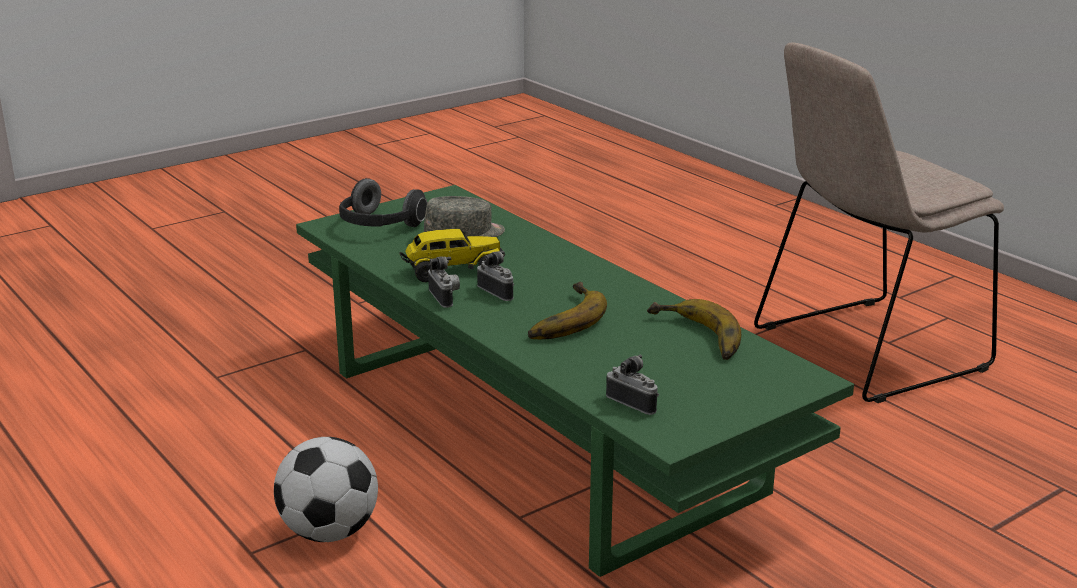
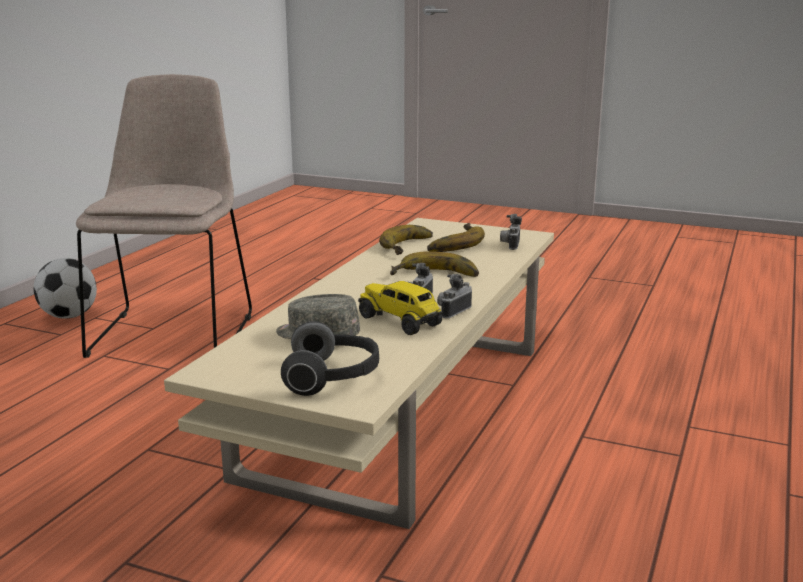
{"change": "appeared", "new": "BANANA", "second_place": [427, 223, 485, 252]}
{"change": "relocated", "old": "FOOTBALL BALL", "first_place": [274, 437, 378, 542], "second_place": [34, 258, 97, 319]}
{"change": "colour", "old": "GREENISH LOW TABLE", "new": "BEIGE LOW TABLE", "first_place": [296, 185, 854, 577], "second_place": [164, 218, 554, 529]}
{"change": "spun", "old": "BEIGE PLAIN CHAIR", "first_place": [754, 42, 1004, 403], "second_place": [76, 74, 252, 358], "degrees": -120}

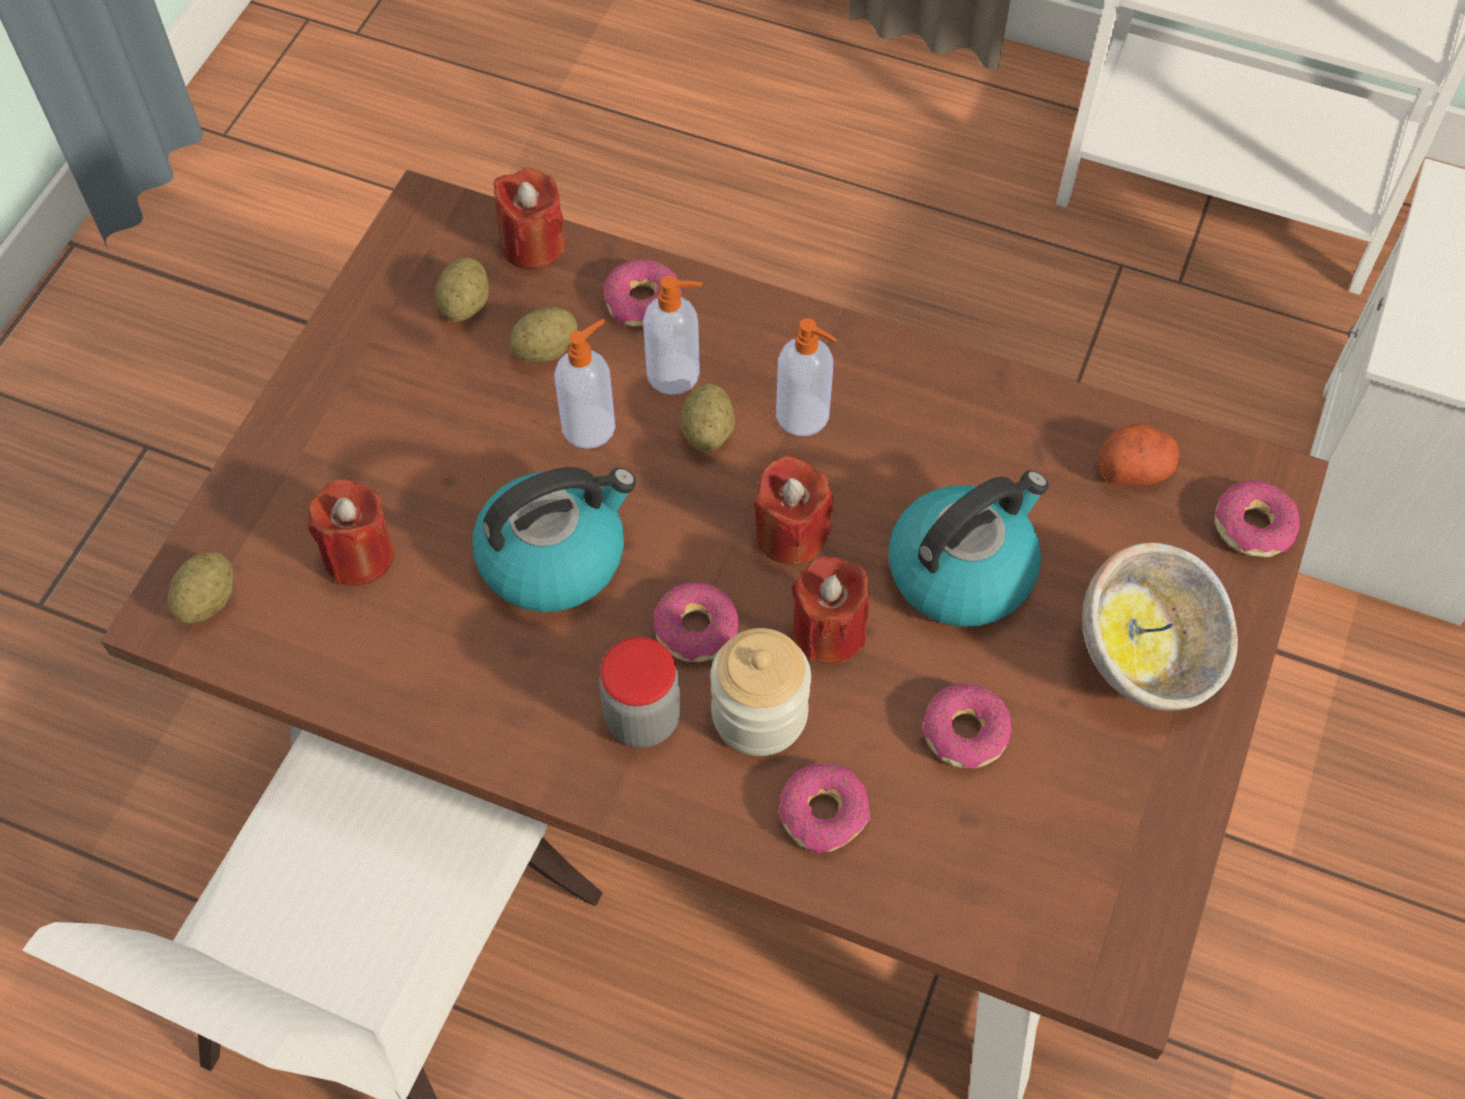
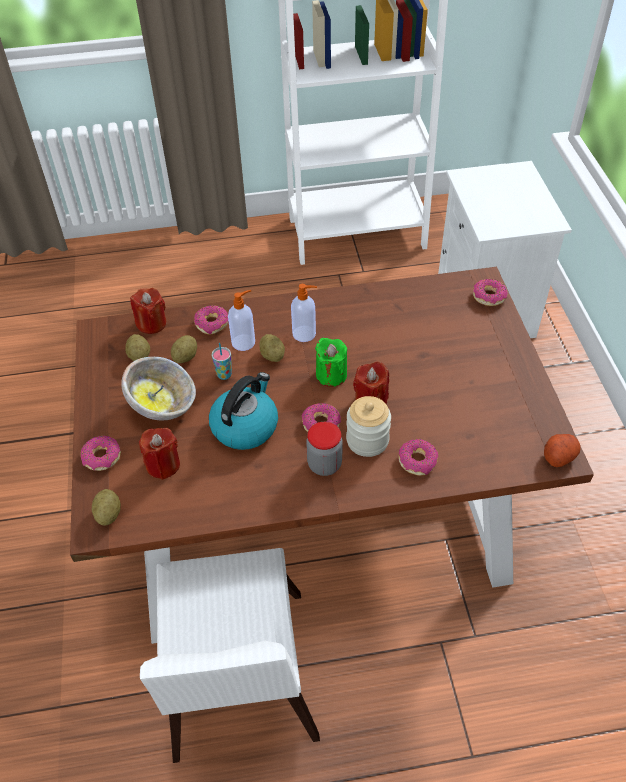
{"change": "missing", "old": "WATER KETTLE", "first_place": [888, 470, 1049, 627]}
{"change": "relocated", "old": "RING DOUGHNUT", "first_place": [922, 683, 1011, 769], "second_place": [81, 436, 121, 471]}
{"change": "relocated", "old": "SERVING BOWL", "first_place": [1082, 543, 1238, 711], "second_place": [121, 357, 196, 420]}
{"change": "relocated", "old": "WHOLE POTATO", "first_place": [1099, 423, 1180, 485], "second_place": [544, 434, 580, 467]}
{"change": "exchanged", "old": "LIQUID SOAP BOTTLE", "new": "DRINKING CUP", "first_place": [554, 319, 615, 449], "second_place": [212, 343, 232, 380]}
{"change": "colour", "old": "RED-COLOURED CANDLE", "new": "GREENISH CANDLE", "first_place": [754, 454, 833, 565], "second_place": [315, 338, 347, 387]}

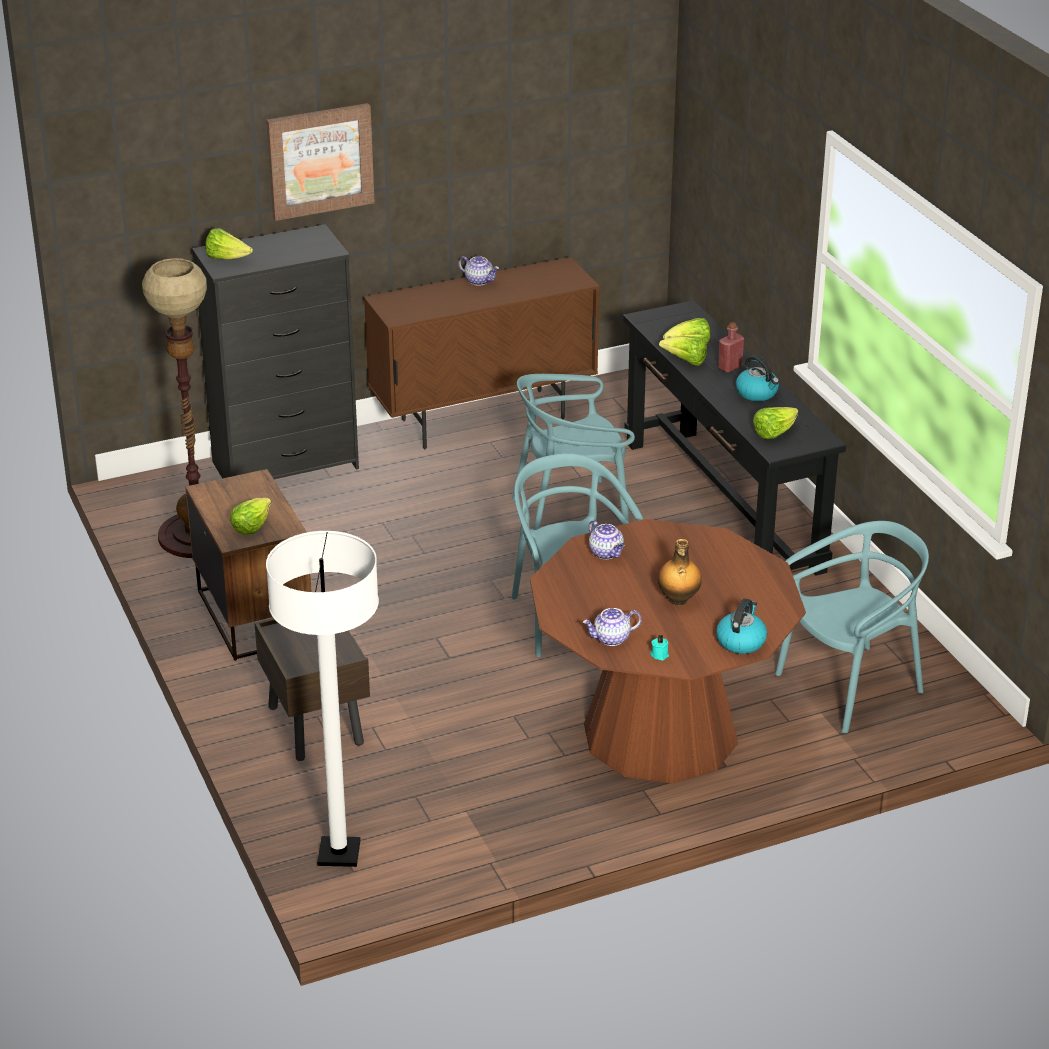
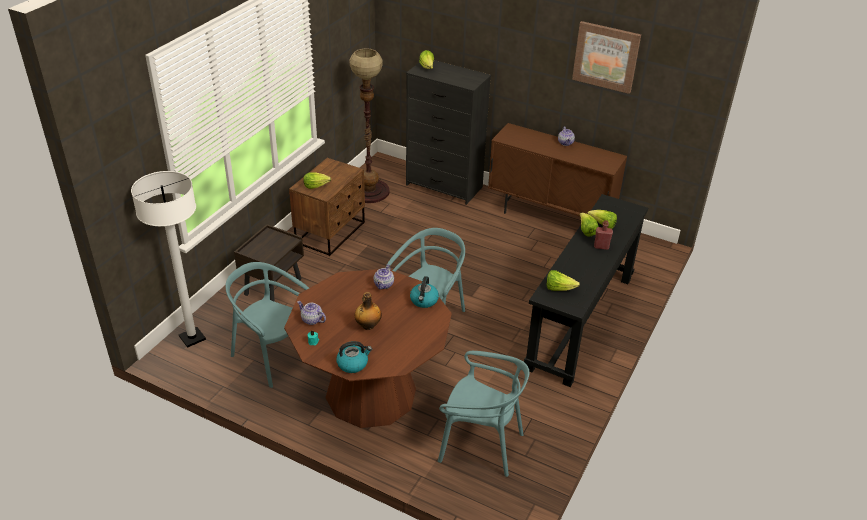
{"change": "relocated", "old": "WALL ART", "first_place": [266, 103, 375, 221], "second_place": [572, 21, 641, 94]}
{"change": "relocated", "old": "TURQUOISE PLAIN CHAIR", "first_place": [512, 374, 635, 530], "second_place": [226, 262, 309, 388]}
{"change": "relocated", "old": "WATER KETTLE", "first_place": [736, 355, 779, 401], "second_place": [410, 276, 439, 308]}

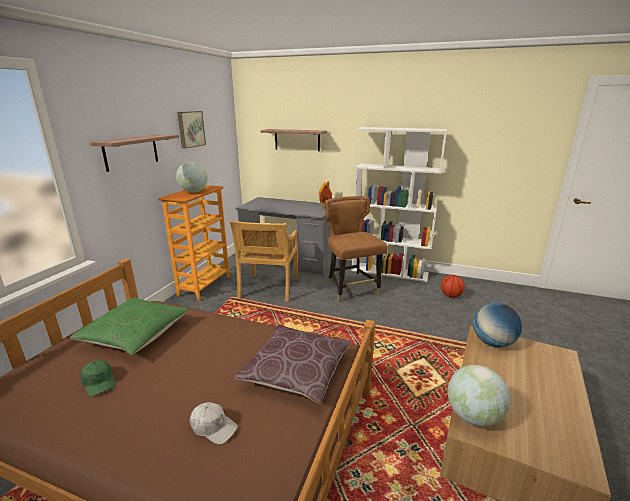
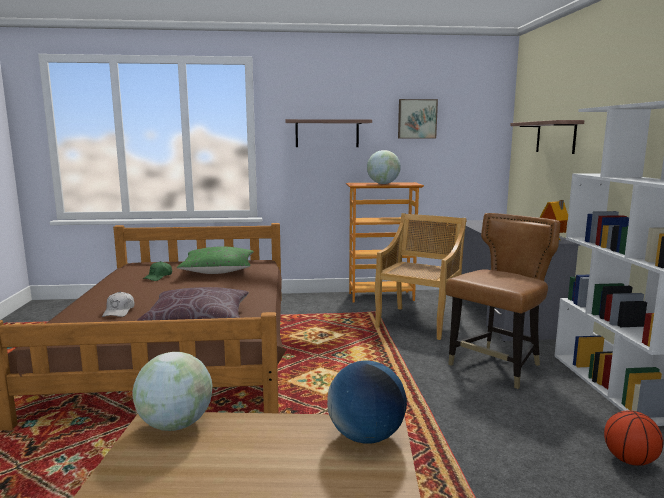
{"change": "spun", "old": "BEIGE PLAIN CHAIR", "first_place": [230, 221, 298, 302], "second_place": [375, 213, 467, 340], "degrees": 135}

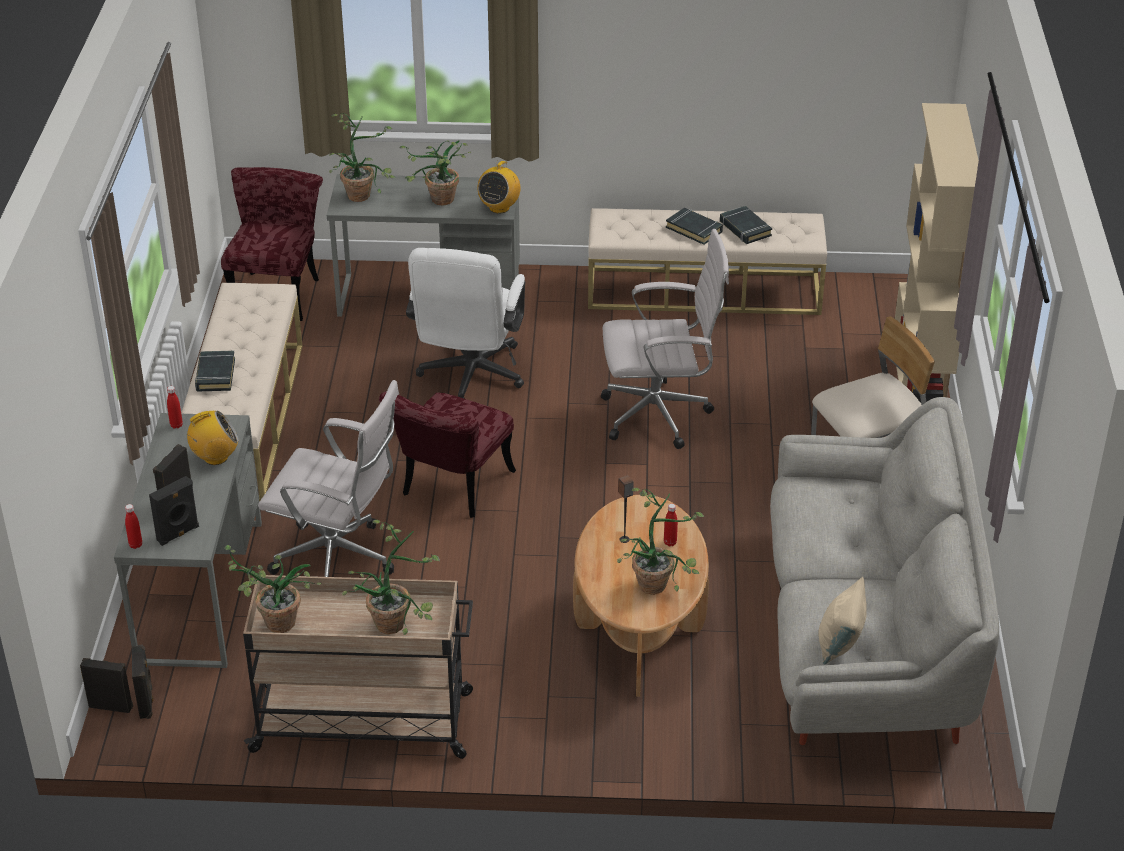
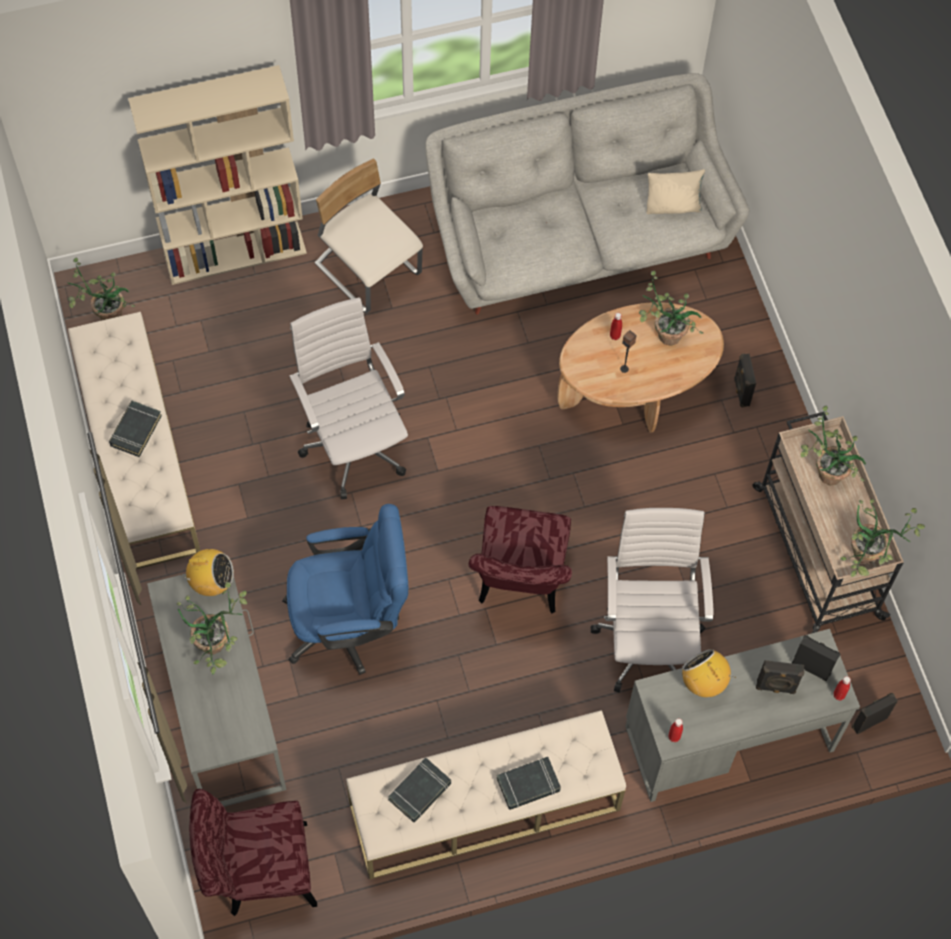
{"change": "relocated", "old": "BLACK AUDIO SPEAKER", "first_place": [80, 658, 133, 713], "second_place": [734, 354, 756, 408]}
{"change": "relocated", "old": "POTTED PLANT", "first_place": [329, 113, 395, 202], "second_place": [67, 257, 135, 320]}
{"change": "relocated", "old": "BLACK BOUND BOOK", "first_place": [720, 206, 772, 244], "second_place": [388, 758, 451, 822]}
{"change": "colour", "old": "WHITISH DESK CHAIR", "new": "BLUE-COLOURED DESK CHAIR", "first_place": [406, 248, 525, 399], "second_place": [282, 504, 408, 675]}
{"change": "spun", "old": "RED-COLOURED PLAIN CHAIR", "first_place": [379, 391, 516, 518], "second_place": [469, 506, 572, 613], "degrees": 90}

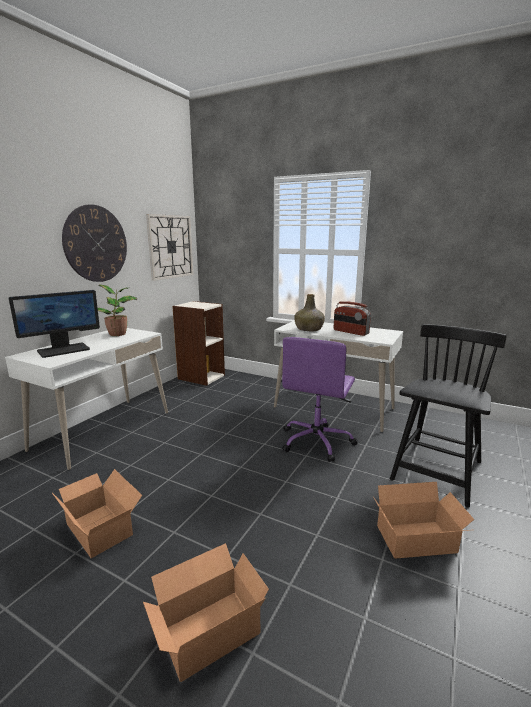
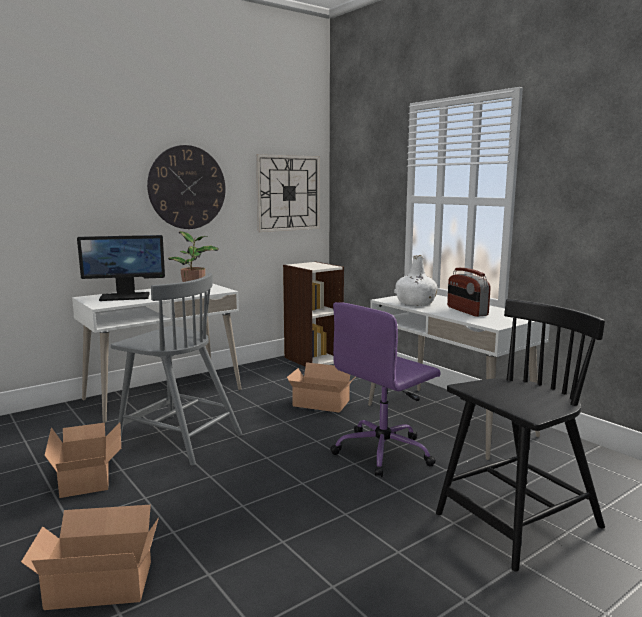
{"change": "appeared", "new": "GREYISH PLAIN CHAIR", "second_place": [111, 273, 242, 466]}
{"change": "relocated", "old": "PACKING BOX", "first_place": [373, 482, 474, 559], "second_place": [287, 362, 356, 413]}
{"change": "colour", "old": "GREENISH DRINK BOTTLE", "new": "WHITISH DRINK BOTTLE", "first_place": [294, 294, 325, 331], "second_place": [395, 255, 437, 306]}

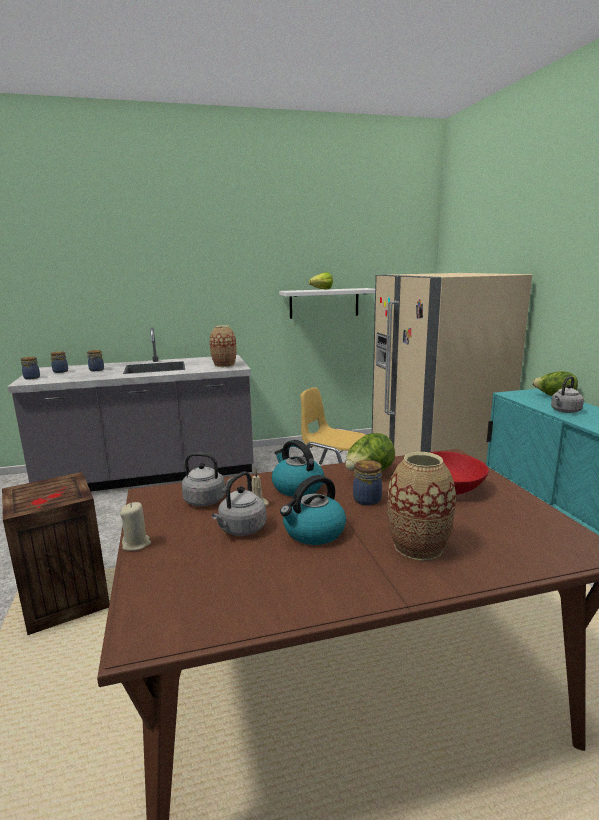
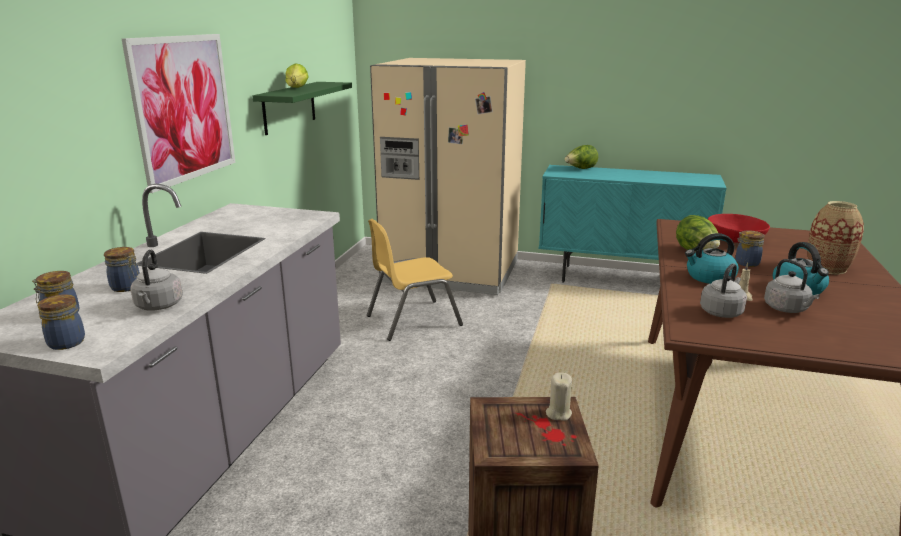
{"change": "missing", "old": "FLOWER VASE", "first_place": [210, 325, 236, 367]}
{"change": "appeared", "new": "WALL ART", "second_place": [122, 34, 236, 193]}
{"change": "relocated", "old": "BEIGE CANDLE", "first_place": [120, 502, 151, 551], "second_place": [546, 373, 572, 421]}
{"change": "relocated", "old": "GREYISH WATER KETTLE", "first_place": [551, 376, 584, 413], "second_place": [130, 250, 183, 311]}
{"change": "colour", "old": "WHITISH BRACKET SHELF", "new": "GREENISH BRACKET SHELF", "first_place": [279, 288, 375, 319], "second_place": [253, 82, 352, 135]}

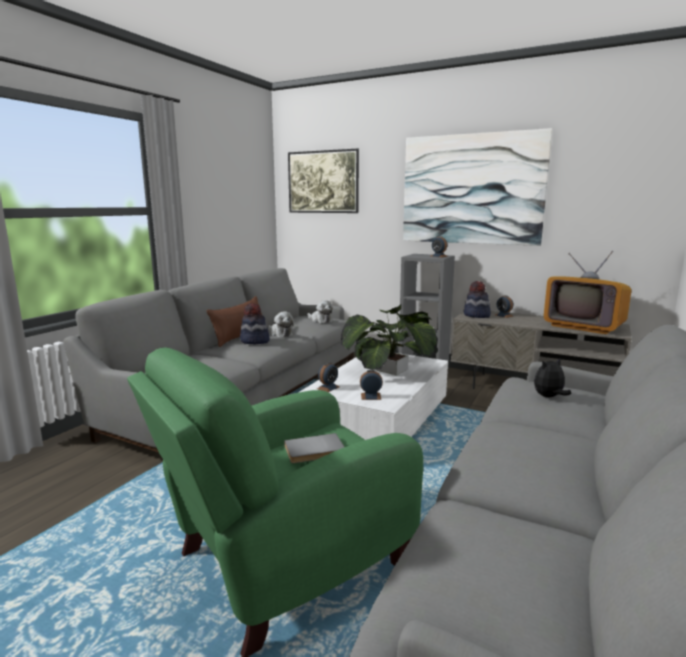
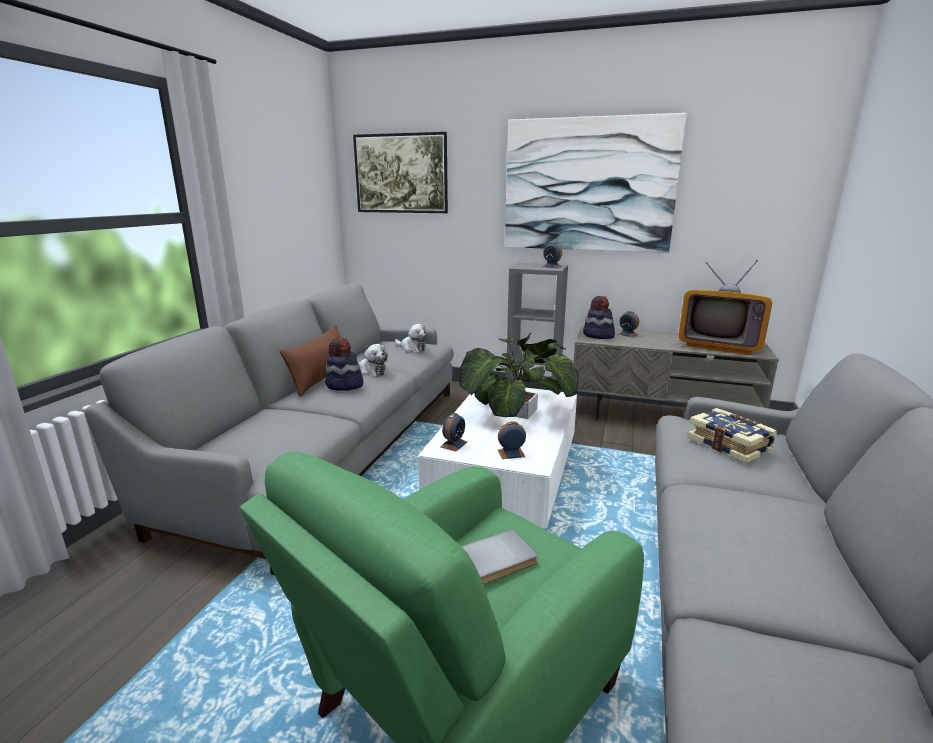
{"change": "exchanged", "old": "SOFT TOY", "new": "BOUND BOOK", "first_place": [534, 358, 571, 397], "second_place": [687, 408, 777, 463]}

